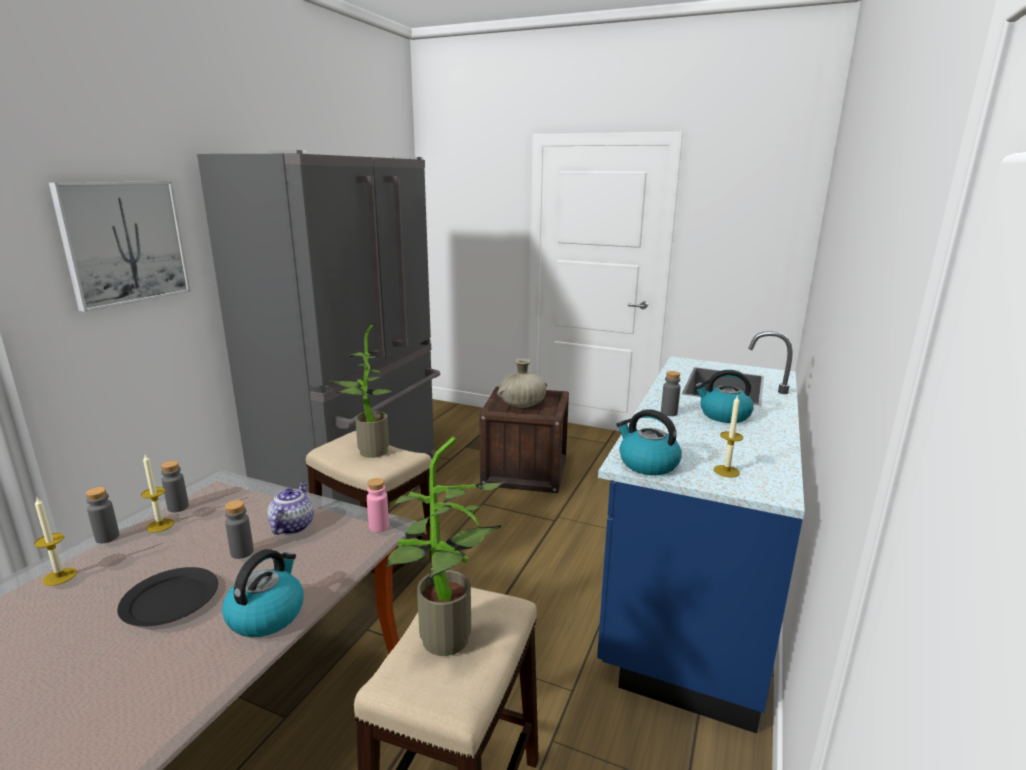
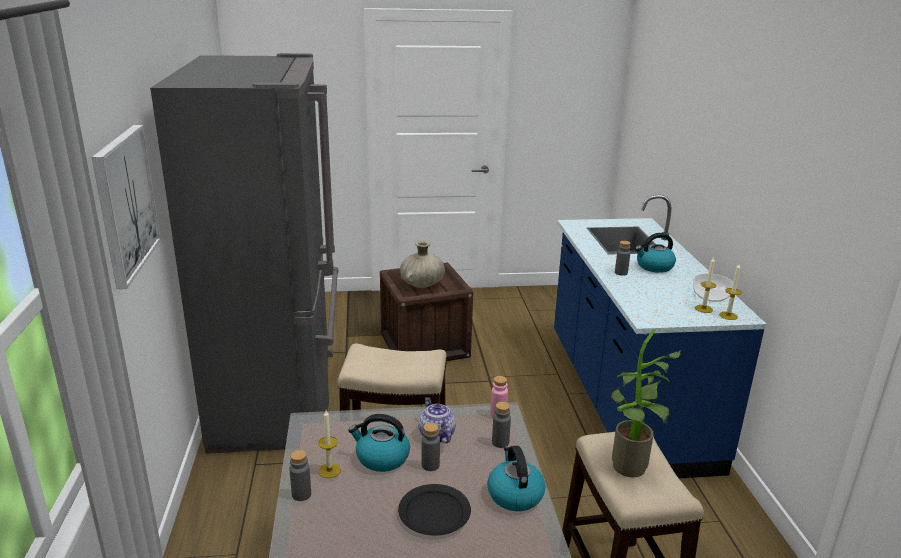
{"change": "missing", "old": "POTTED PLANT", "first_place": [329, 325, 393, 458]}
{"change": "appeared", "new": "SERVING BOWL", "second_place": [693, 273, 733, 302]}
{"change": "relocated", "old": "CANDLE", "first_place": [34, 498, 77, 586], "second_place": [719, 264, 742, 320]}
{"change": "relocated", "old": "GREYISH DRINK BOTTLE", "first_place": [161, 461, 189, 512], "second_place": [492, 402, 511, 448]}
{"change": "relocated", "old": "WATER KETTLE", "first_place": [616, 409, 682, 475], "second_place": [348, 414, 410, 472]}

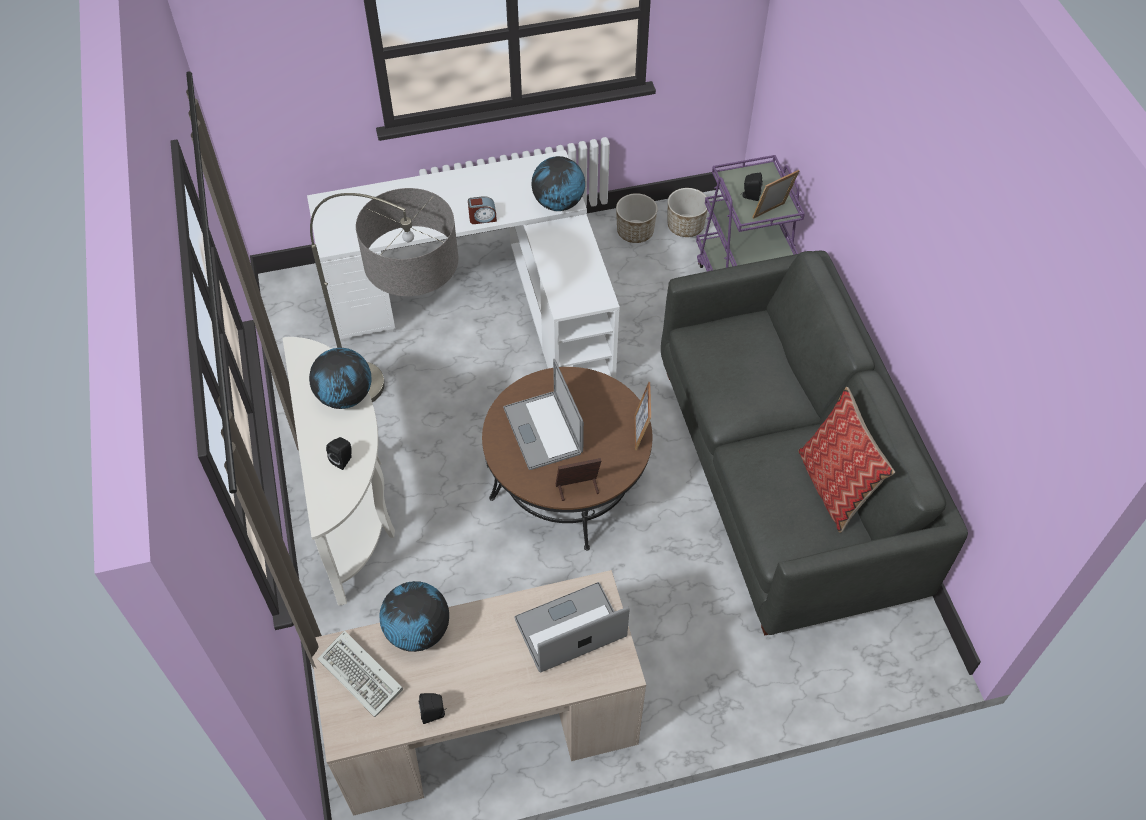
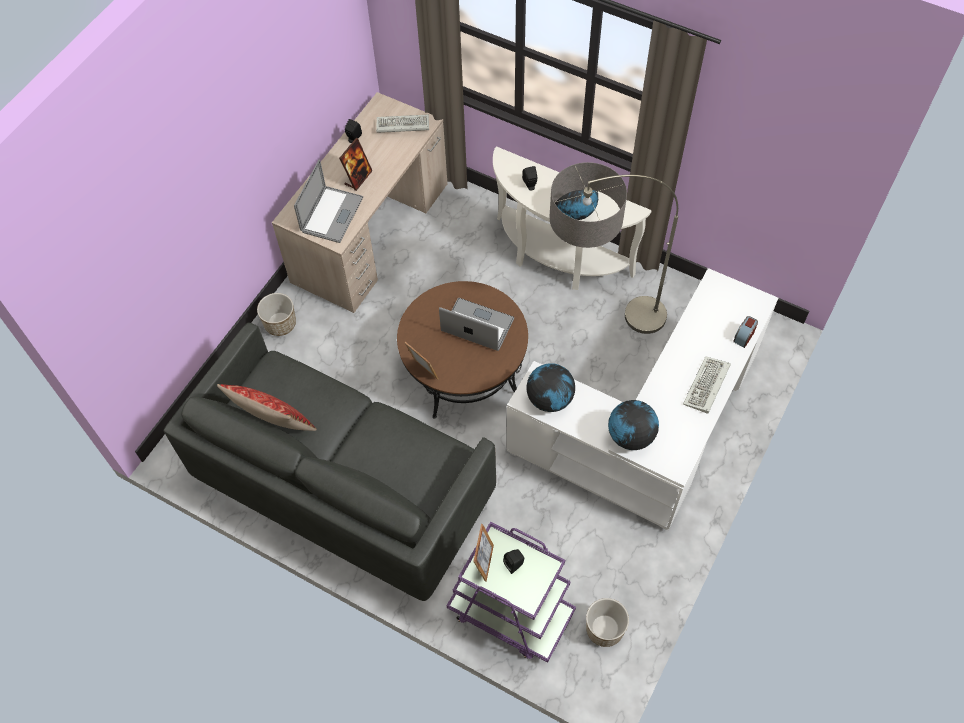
{"change": "appeared", "new": "KEYBOARD", "second_place": [683, 356, 731, 413]}
{"change": "relocated", "old": "DESK GLOBE", "first_place": [379, 581, 449, 652], "second_place": [527, 363, 575, 412]}
{"change": "relocated", "old": "TABLE CLOCK", "first_place": [468, 196, 497, 224], "second_place": [733, 316, 758, 348]}
{"change": "relocated", "old": "PHOTO FRAME", "first_place": [556, 458, 601, 501], "second_place": [339, 138, 372, 191]}
{"change": "relocated", "old": "PLANTER", "first_place": [616, 193, 657, 243], "second_place": [257, 293, 296, 336]}

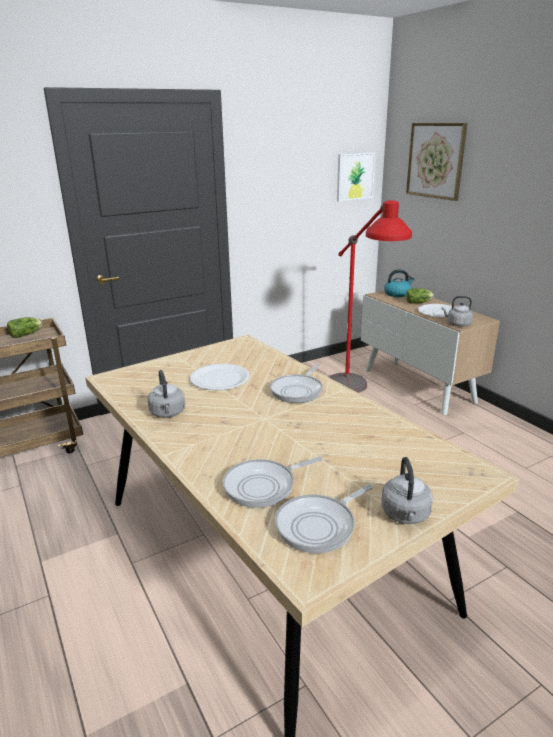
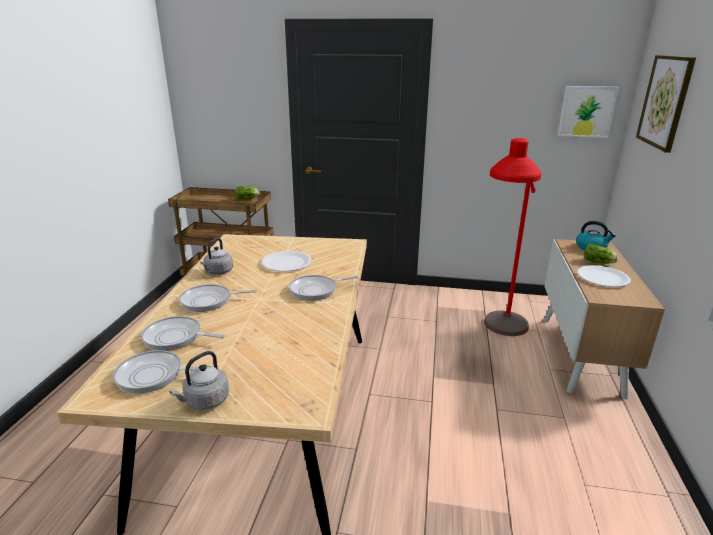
{"change": "missing", "old": "GREYISH WATER KETTLE", "first_place": [442, 296, 473, 327]}
{"change": "appeared", "new": "PAN", "second_place": [179, 284, 257, 312]}

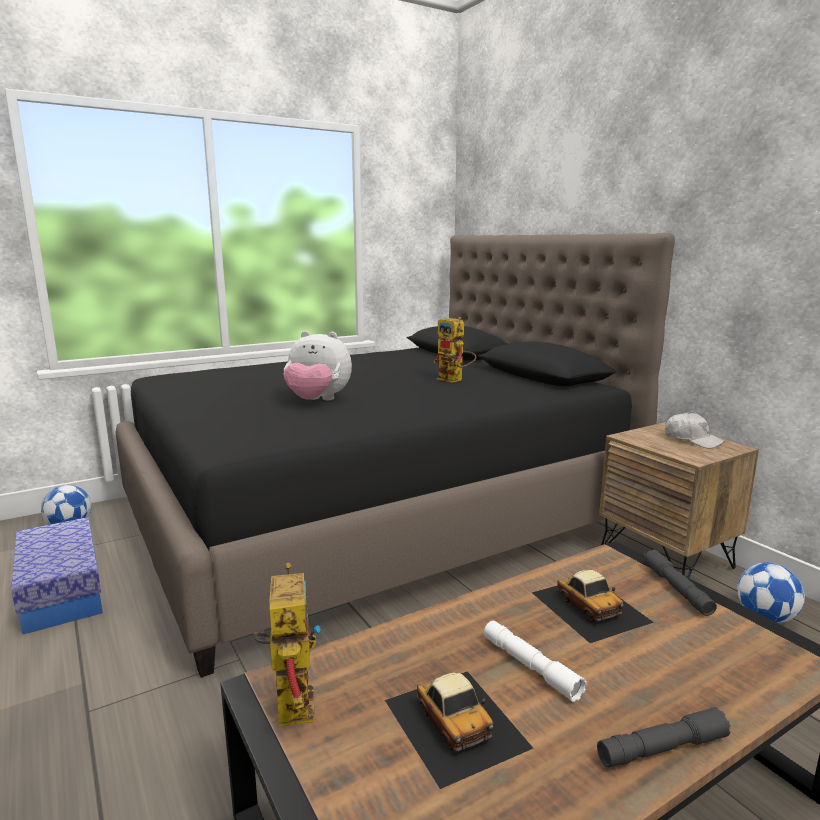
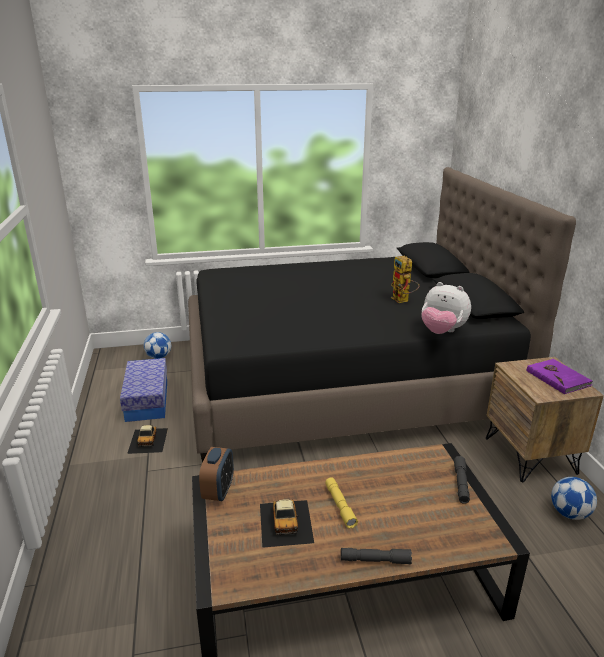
{"change": "relocated", "old": "SOFT TOY", "first_place": [283, 331, 352, 400], "second_place": [422, 282, 471, 334]}
{"change": "relocated", "old": "TOY CAR", "first_place": [532, 570, 654, 643], "second_place": [127, 425, 168, 454]}
{"change": "exchanged", "old": "ROBOT FIGURE", "new": "TABLE CLOCK", "first_place": [254, 563, 321, 727], "second_place": [199, 447, 234, 501]}
{"change": "exchanged", "old": "WHITISH CAP", "new": "PURPLE BOUND BOOK", "first_place": [665, 412, 725, 448], "second_place": [527, 359, 593, 394]}
{"change": "colour", "old": "WHITISH HAND TORCH", "new": "YELLOW-COLOURED HAND TORCH", "first_place": [484, 621, 587, 702], "second_place": [325, 477, 358, 529]}

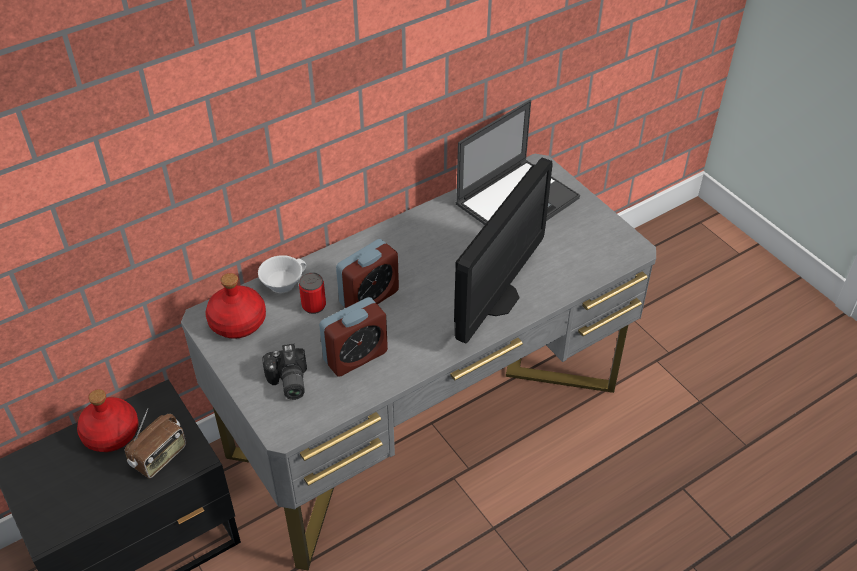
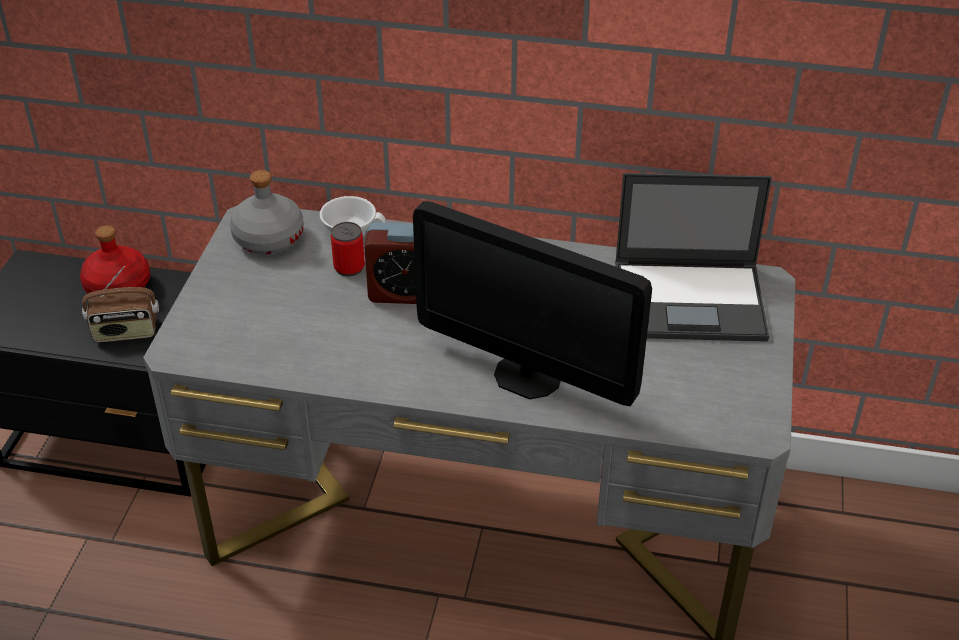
{"change": "missing", "old": "PHOTO CAMERA", "first_place": [262, 344, 307, 400]}
{"change": "missing", "old": "TABLE CLOCK", "first_place": [319, 297, 388, 377]}
{"change": "colour", "old": "RED-COLOURED DRINK BOTTLE", "new": "GREYISH DRINK BOTTLE", "first_place": [205, 273, 266, 339], "second_place": [230, 170, 304, 254]}
{"change": "spun", "old": "MONITOR", "first_place": [454, 158, 553, 344], "second_place": [413, 201, 652, 406], "degrees": 45}

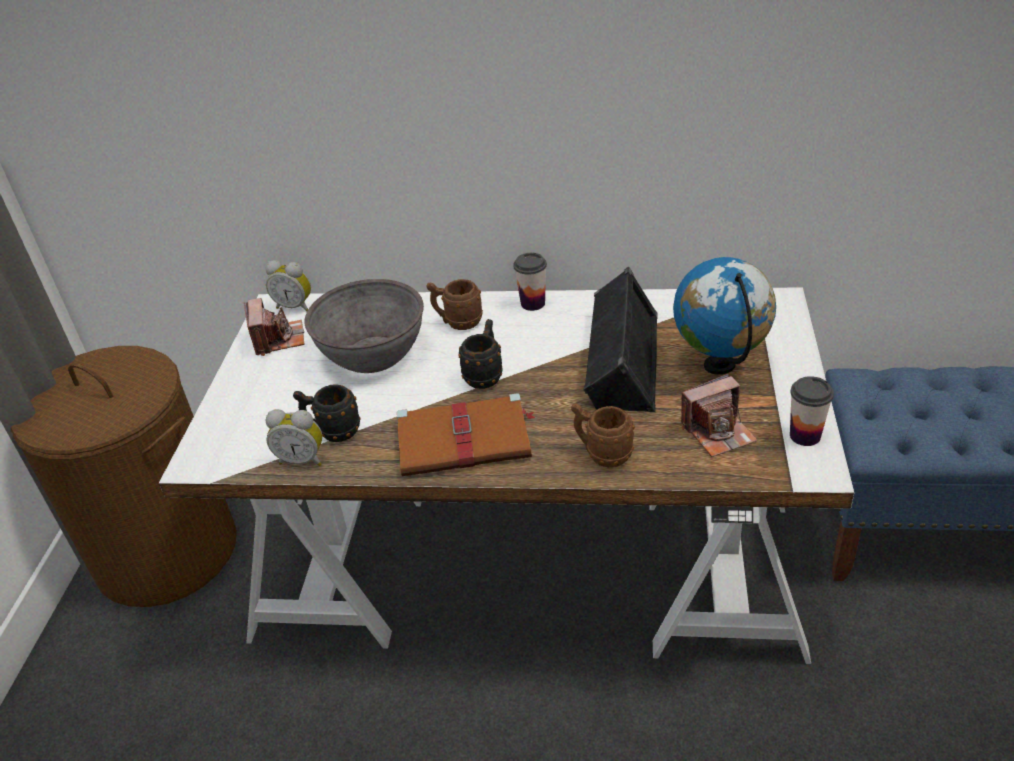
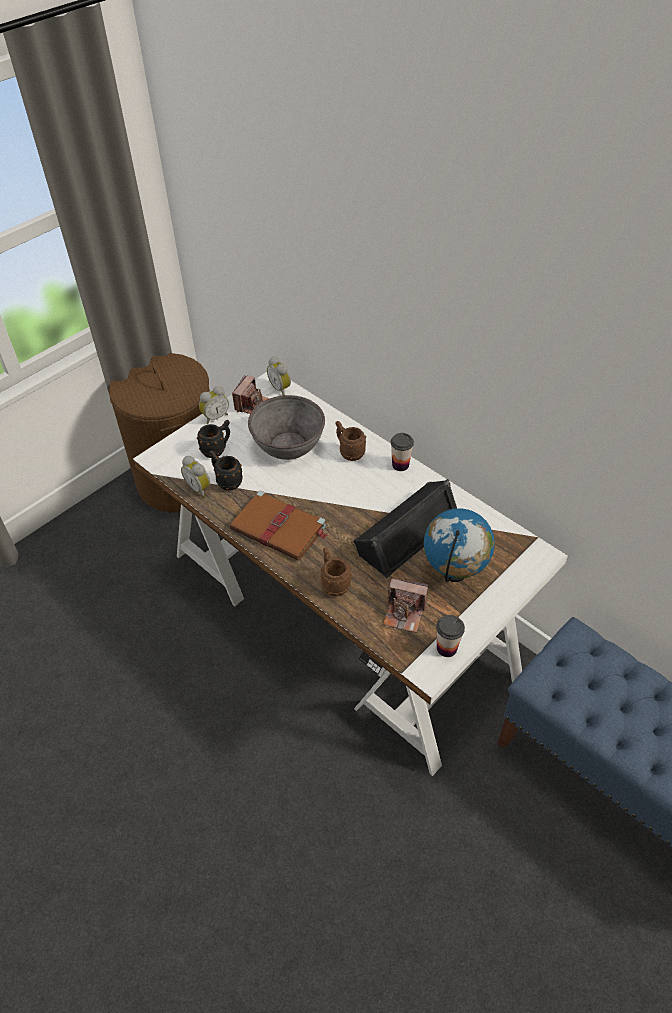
{"change": "appeared", "new": "TABLE CLOCK", "second_place": [199, 386, 229, 424]}
{"change": "relocated", "old": "BLACK COFFEE MUG", "first_place": [459, 319, 503, 389], "second_place": [197, 420, 230, 458]}

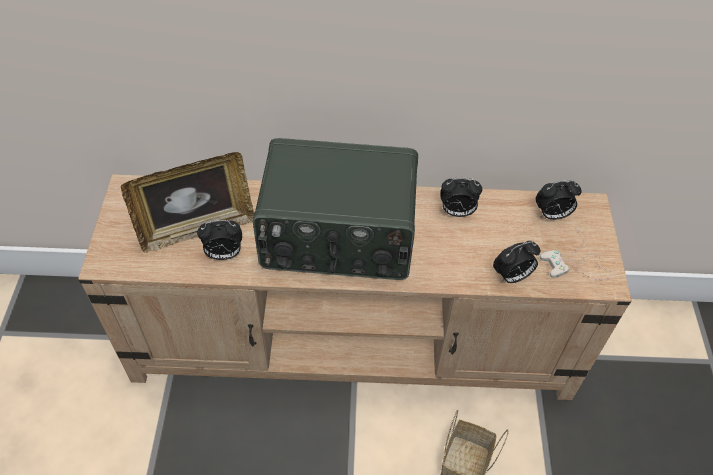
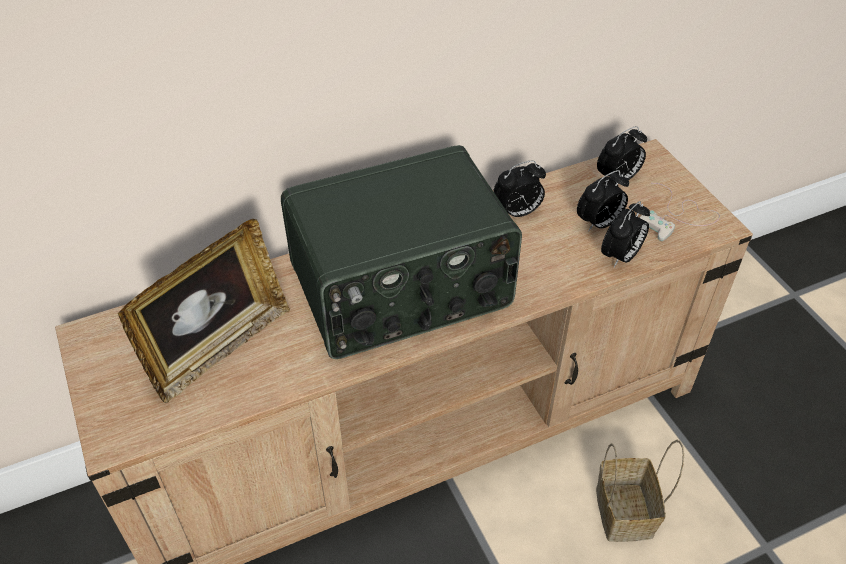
{"change": "relocated", "old": "TABLE CLOCK", "first_place": [197, 220, 242, 260], "second_place": [577, 170, 629, 232]}

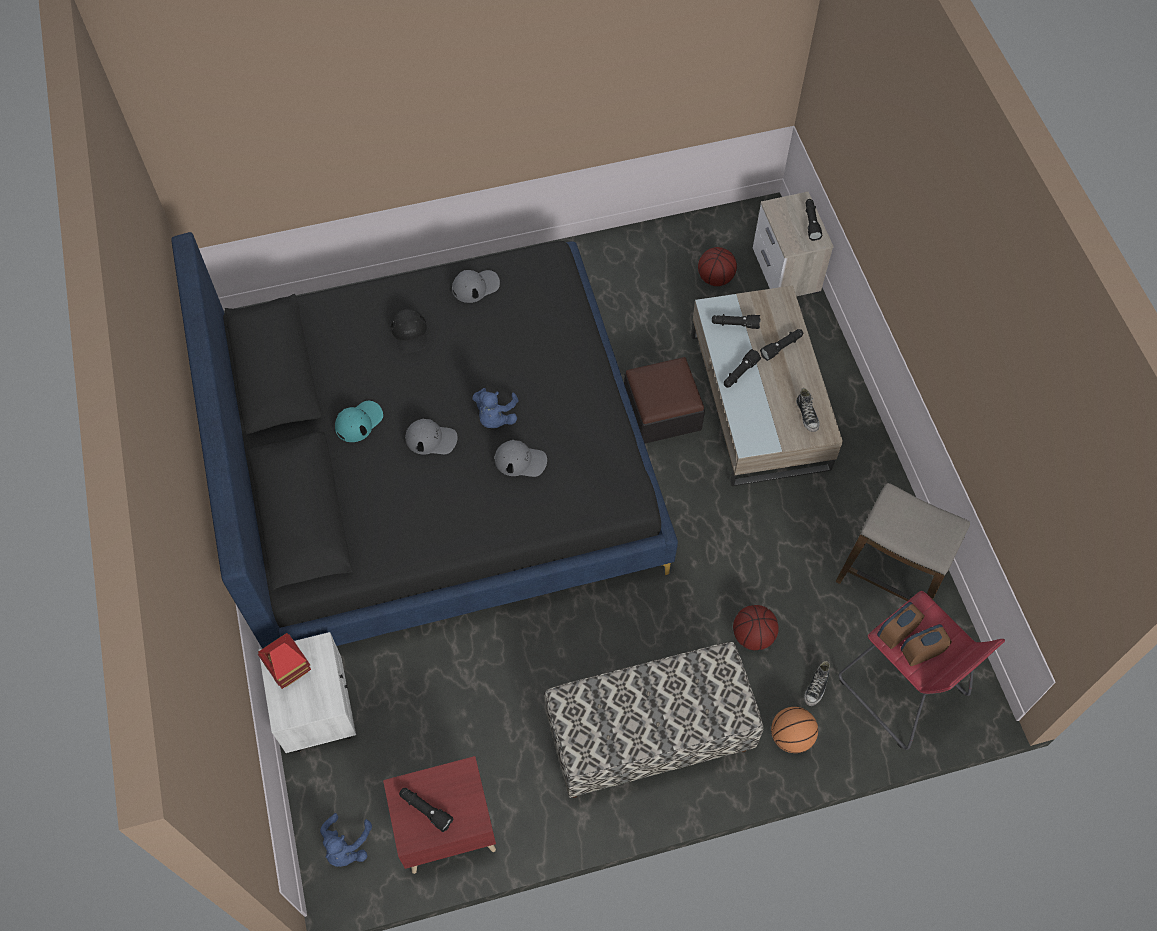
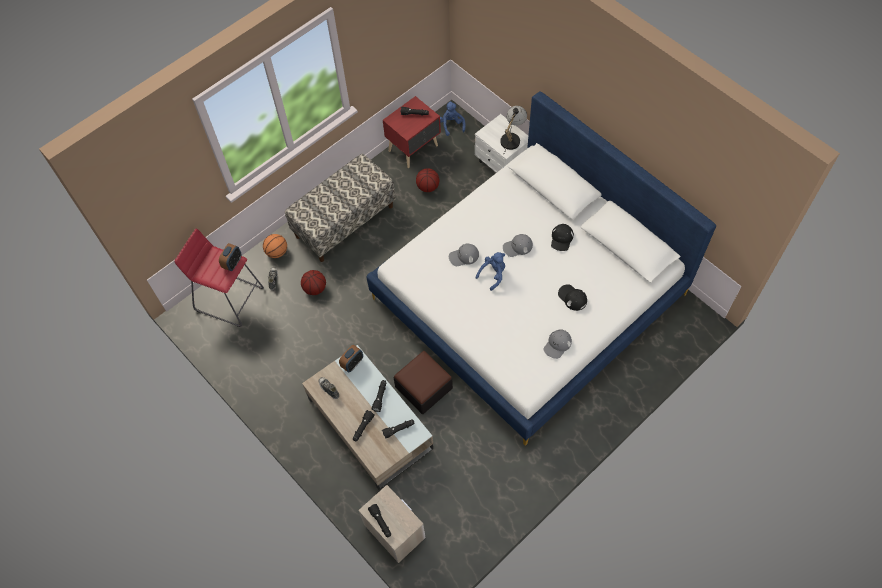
{"change": "missing", "old": "STOOL SEAT", "first_place": [835, 483, 970, 601]}
{"change": "relocated", "old": "BASKETBALL BALL", "first_place": [698, 247, 737, 286], "second_place": [416, 168, 439, 192]}
{"change": "relocated", "old": "TABLE CLOCK", "first_place": [901, 624, 952, 666], "second_place": [339, 345, 363, 372]}
{"change": "exchanged", "old": "MINIATURE HOUSE", "new": "TABLE LAMP", "first_place": [258, 633, 311, 689], "second_place": [500, 106, 527, 155]}
{"change": "colour", "old": "BLACK SLEEPING BED", "new": "WHITISH SLEEPING BED", "first_place": [171, 232, 678, 649], "second_place": [367, 91, 716, 446]}
{"change": "colour", "old": "TURQUOISE CAP", "new": "BLACK CAP", "first_place": [335, 401, 383, 442], "second_place": [551, 224, 574, 251]}
{"change": "spun", "old": "BLUE-COLOURED SOFT TOY", "first_place": [472, 388, 519, 428], "second_place": [476, 252, 505, 291], "degrees": 60}

